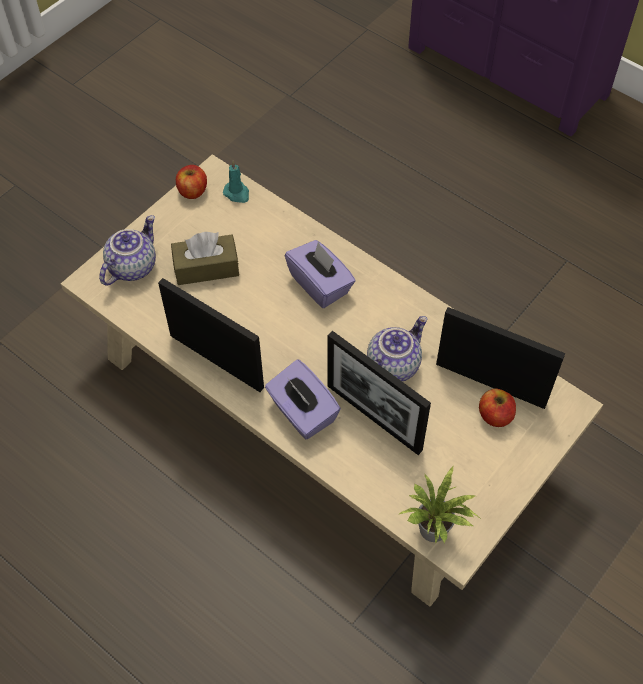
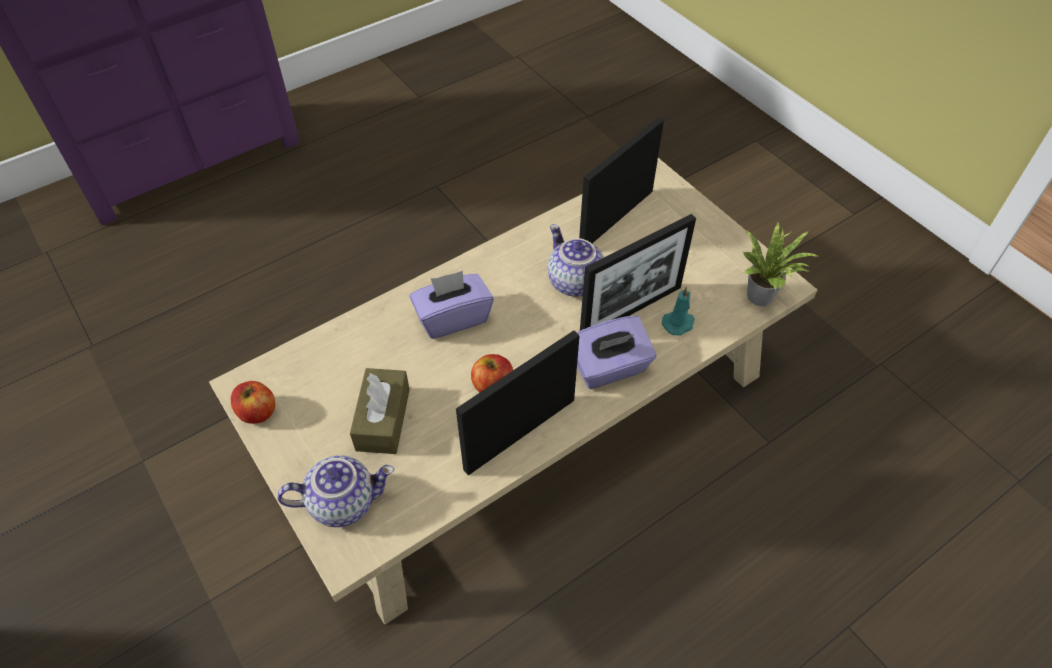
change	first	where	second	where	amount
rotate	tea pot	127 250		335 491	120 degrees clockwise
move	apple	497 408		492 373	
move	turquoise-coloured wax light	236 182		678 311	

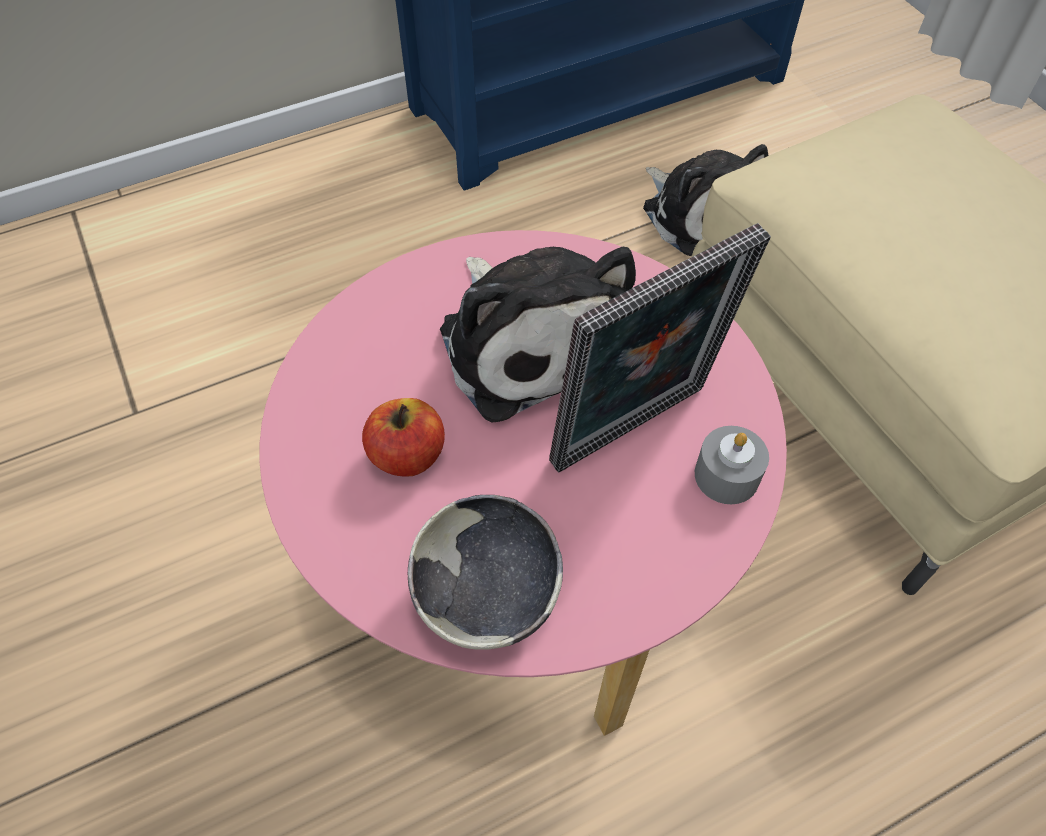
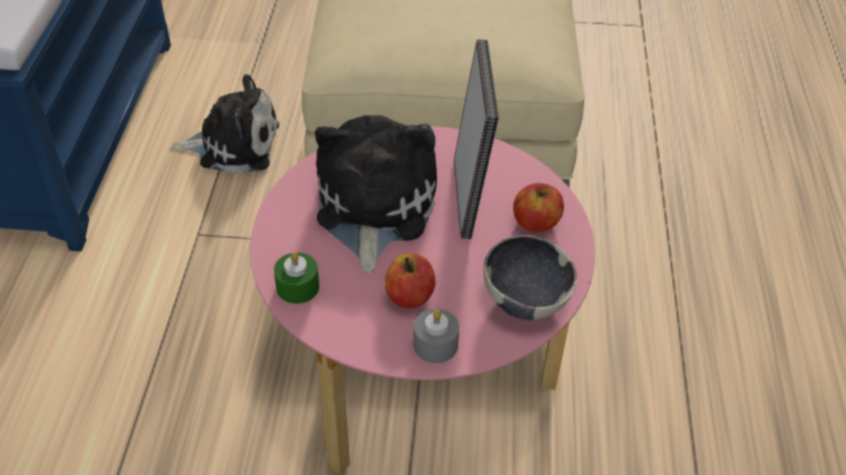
change	first	where	second	where	amount
insert			greenish wax light	296 278	
rotate	plush toy	538 334		376 194	90 degrees counterclockwise
move	gray wax light	732 465		436 336	
insert			apple	538 207	

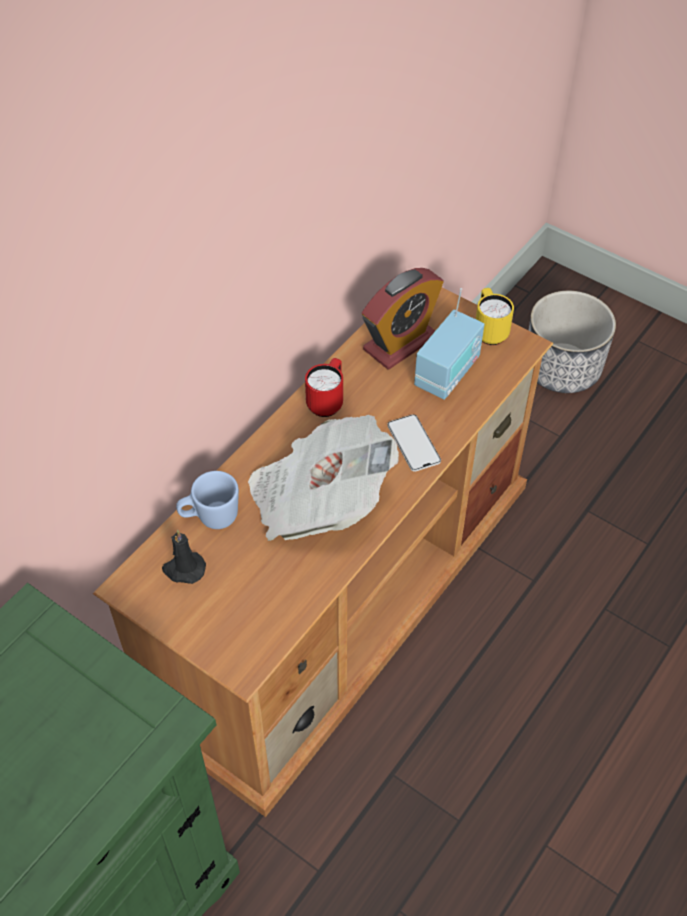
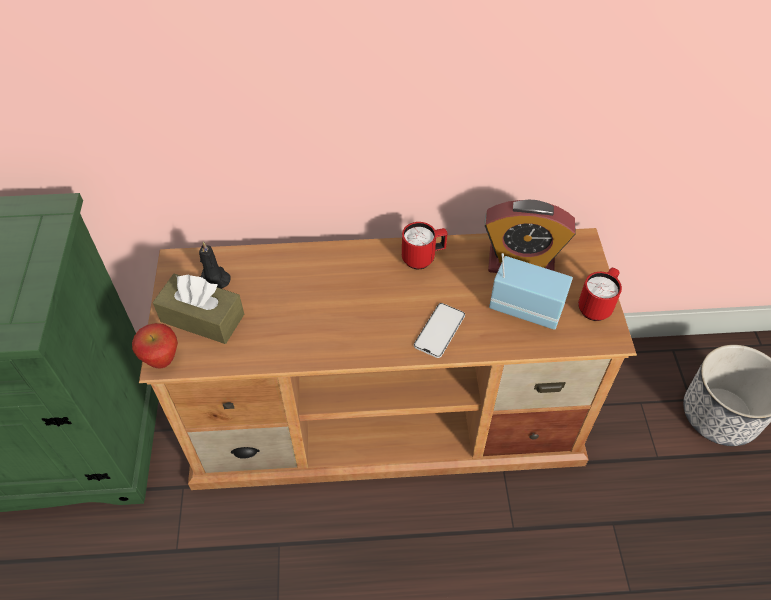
change	first	where	second	where	amount
insert			apple	155 346	
insert			brown tissue holder	198 309	
rotate	radio	449 344		531 291	150 degrees counterclockwise
recolor	yellow tea mug	495 316	reddish tea mug	600 294	
delete	blue-coloured tea mug	207 500			
delete	newspaper	323 478			

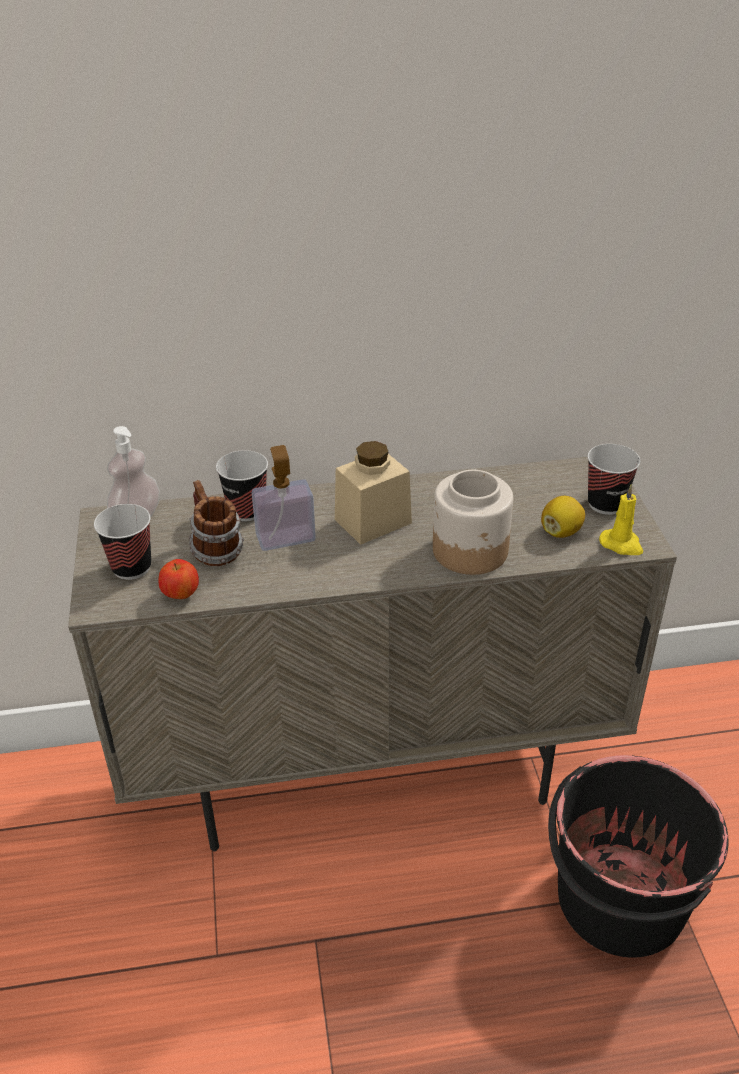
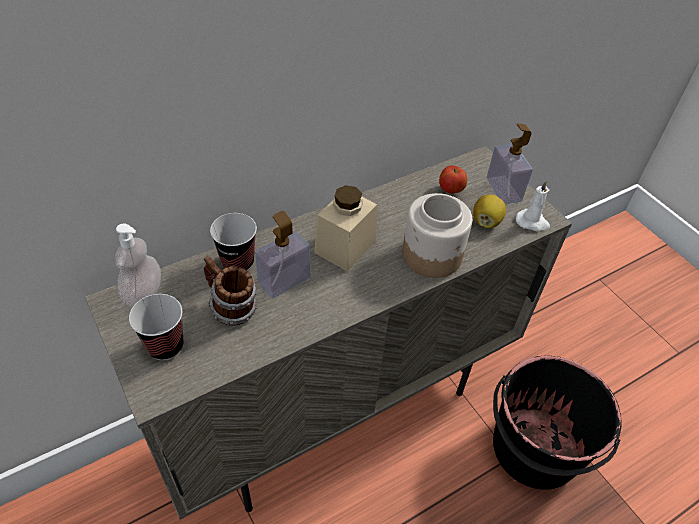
change	first	where	second	where	amount
move	apple	179 579		453 179	
replace	drinking cup	614 479	soap dispenser	510 163	
recolor	yellow wax light	621 519	white wax light	533 205	

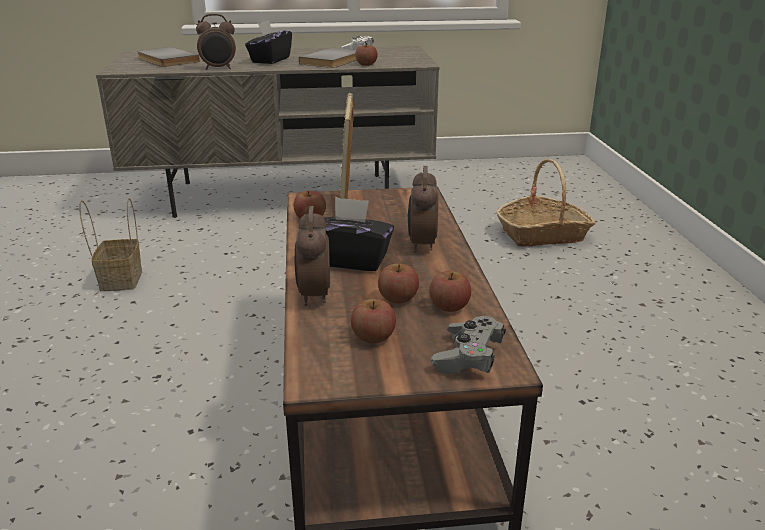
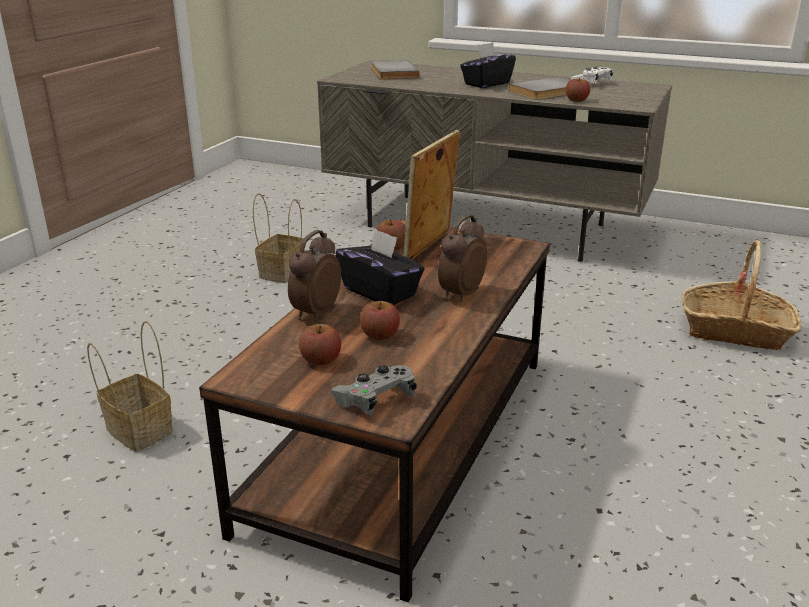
change	first	where	second	where	amount
insert			storage basket	130 386	
delete	table clock	216 42			
delete	apple	450 291			

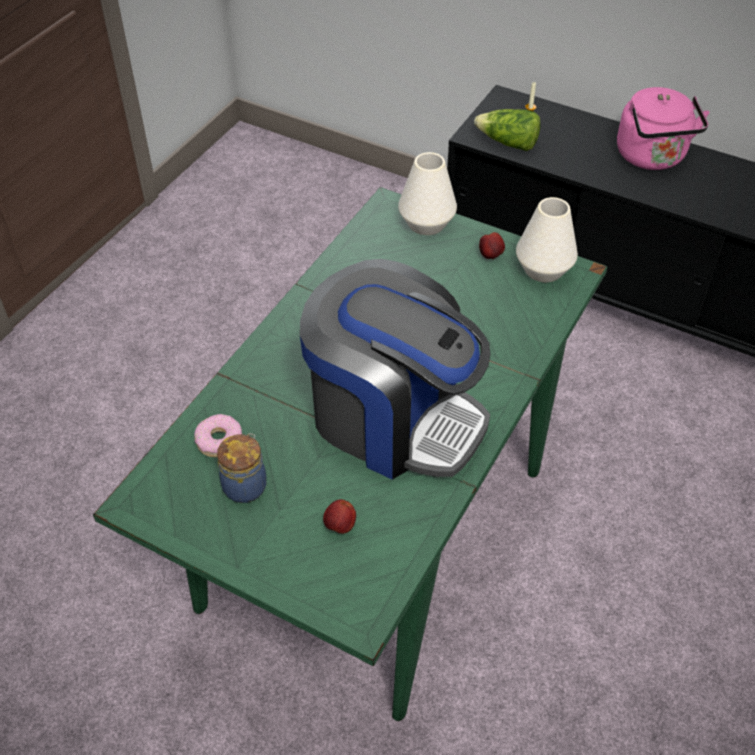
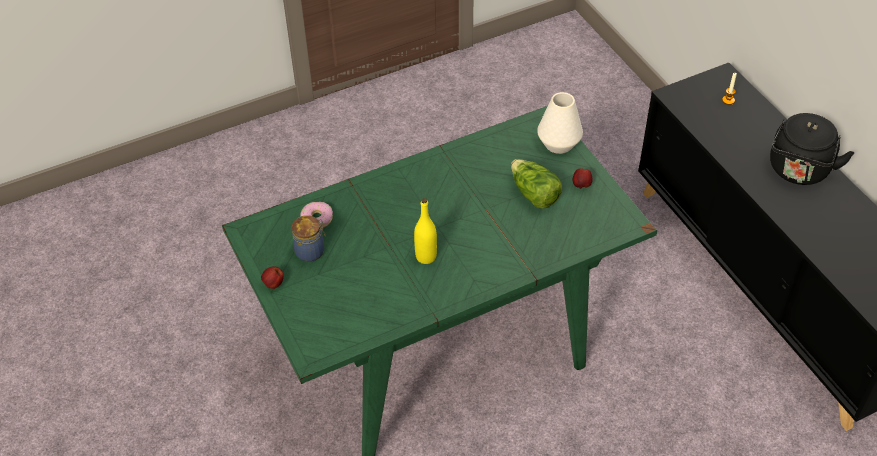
change	first	where	second	where	amount
move	apple	339 516		272 277	
replace	coffee machine	395 369	yellow drink bottle	425 231	
move	head of lettuce	507 130		536 184	
recolor	pink water kettle	663 128	black-coloured water kettle	812 149	
delete	white flower vase	547 239			

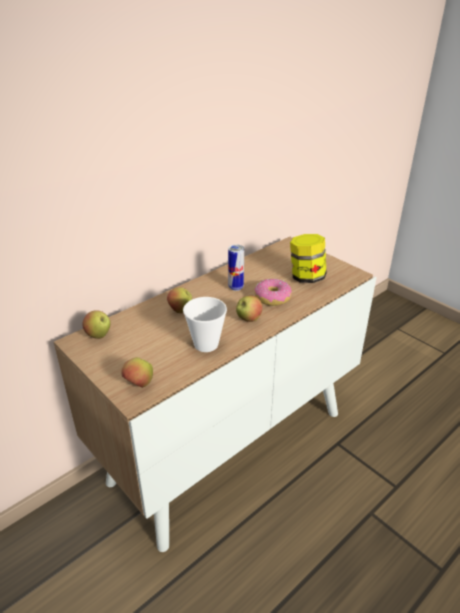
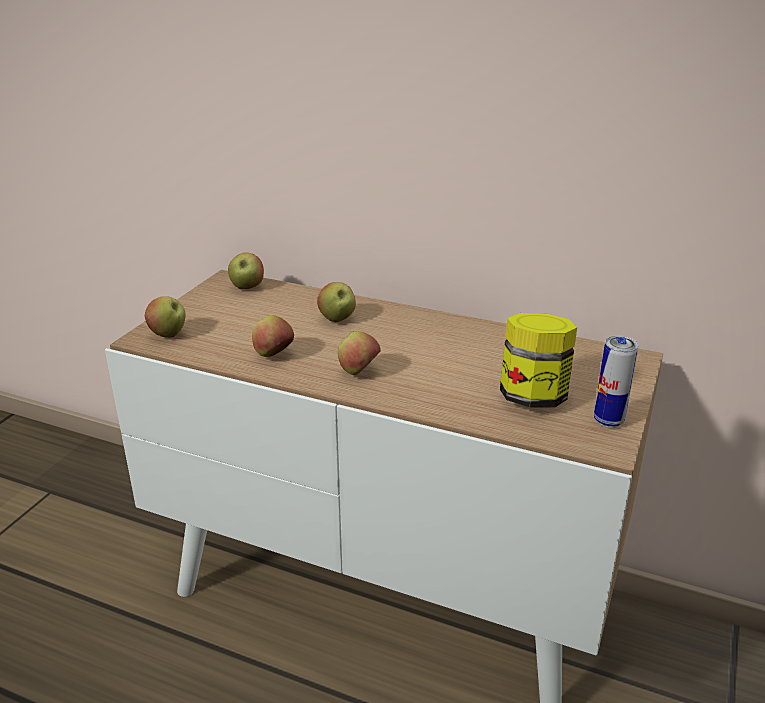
change	first	where	second	where	amount
replace	drinking cup	205 324	apple	273 336	
move	metal can	236 267		616 382	
delete	doughnut	273 292			

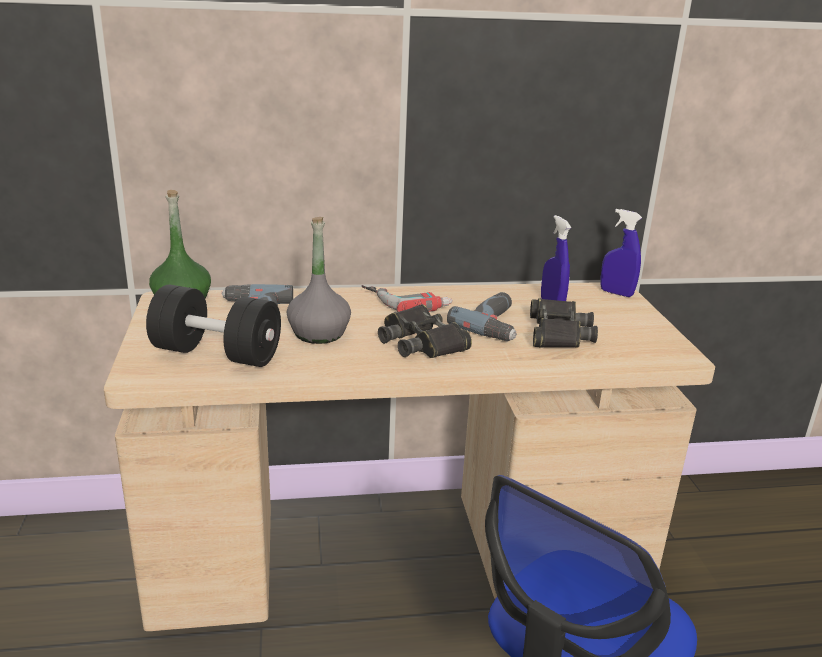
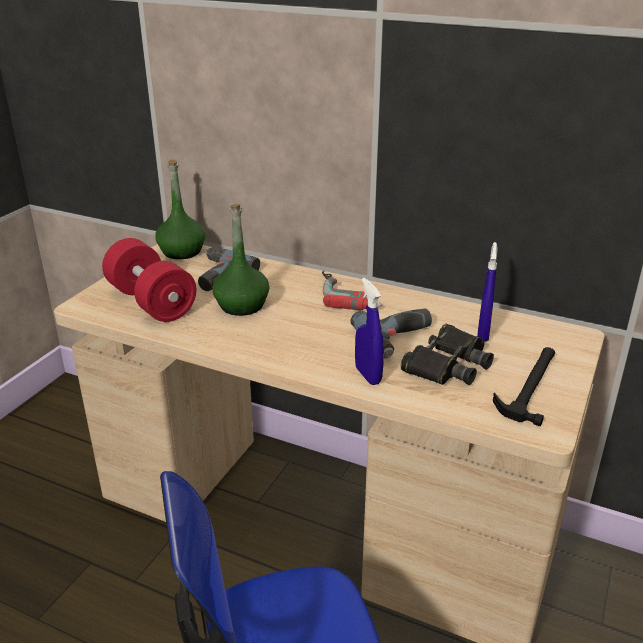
change	first	where	second	where	amount
recolor	black-coloured dumbbell	213 326	reddish dumbbell	149 280	
recolor	gray drink bottle	319 280	greenish drink bottle	241 260	
move	blue-coloured spray bottle	621 253		369 331	
insert			hammer	524 386	
delete	black-coloured field glasses	425 331			

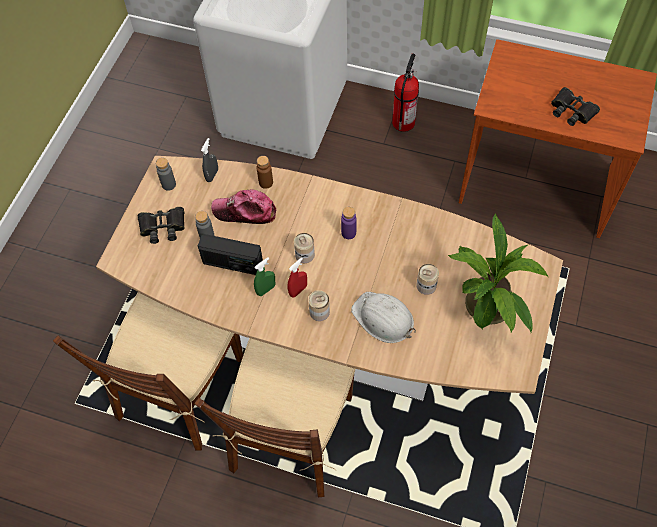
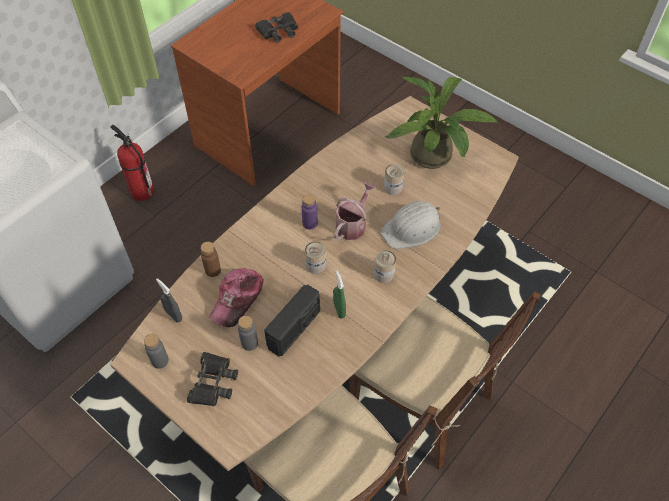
change	first	where	second	where	amount
insert			watering can	355 211	
delete	reddish spray bottle	297 277			

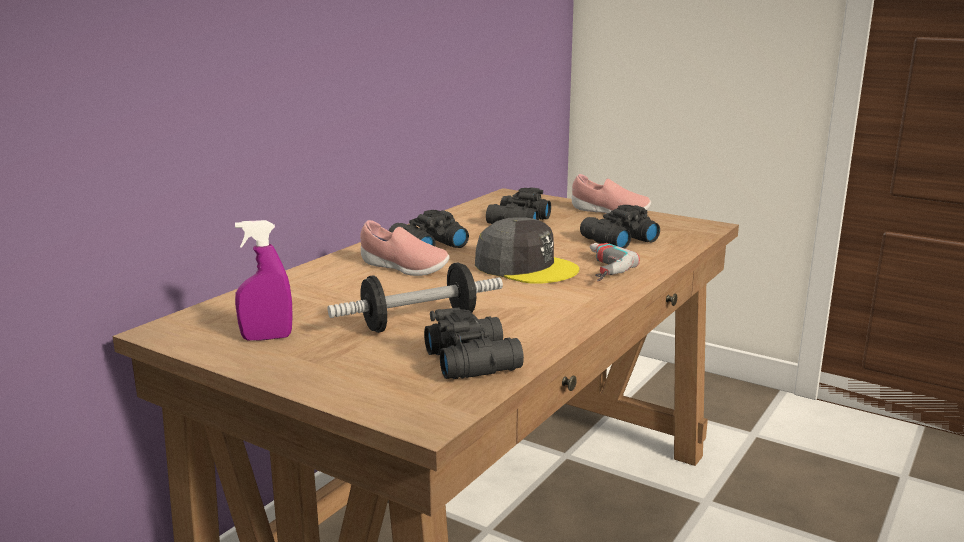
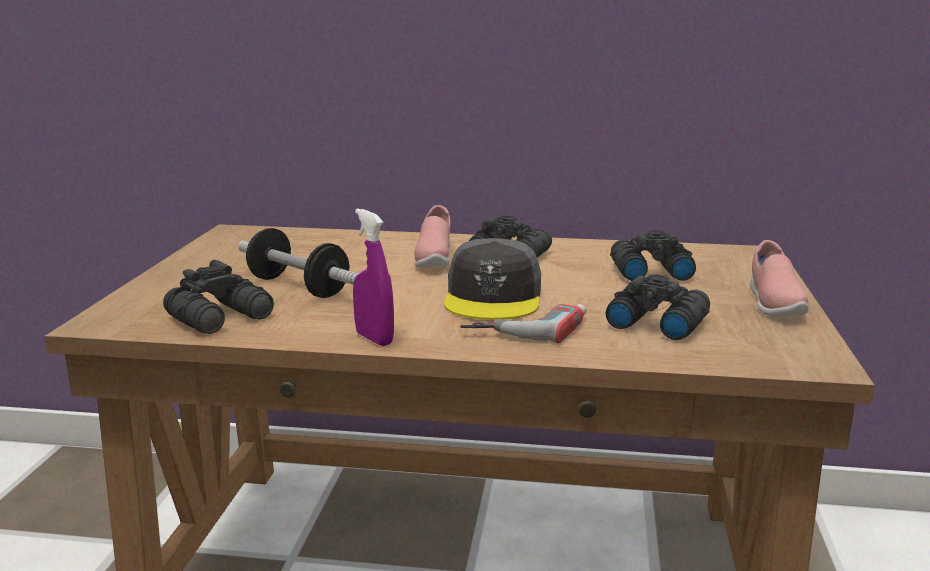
change	first	where	second	where	amount
move	purple-coloured spray bottle	264 280		373 277	

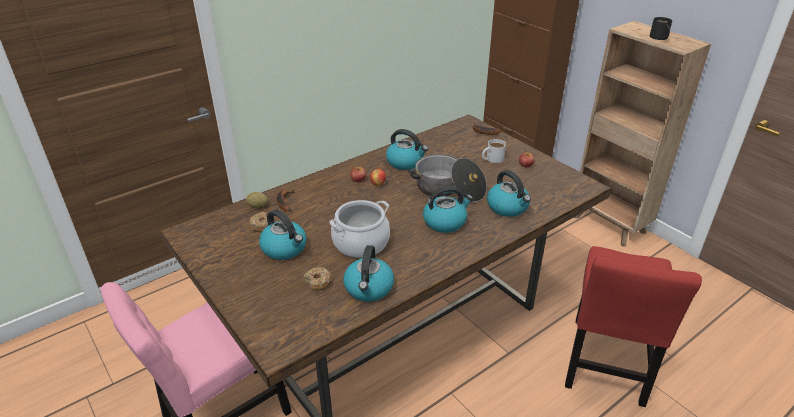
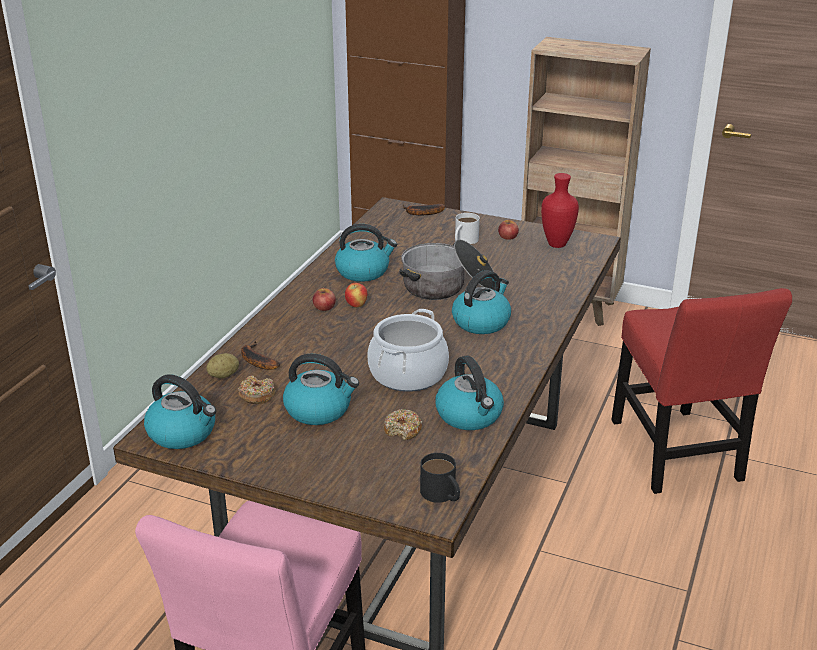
change	first	where	second	where	amount
move	water kettle	509 193		180 411	
move	black-coloured tea mug	661 28		440 478	
insert			reddish flower vase	560 210	

